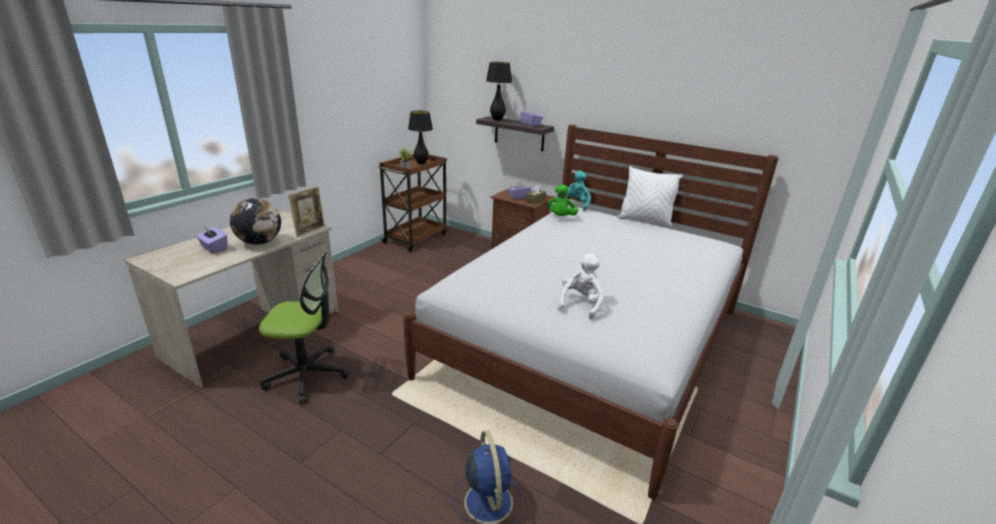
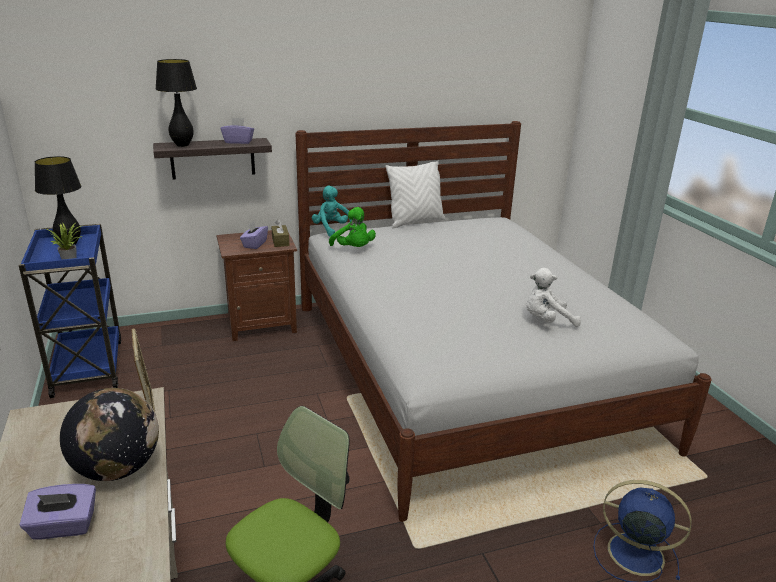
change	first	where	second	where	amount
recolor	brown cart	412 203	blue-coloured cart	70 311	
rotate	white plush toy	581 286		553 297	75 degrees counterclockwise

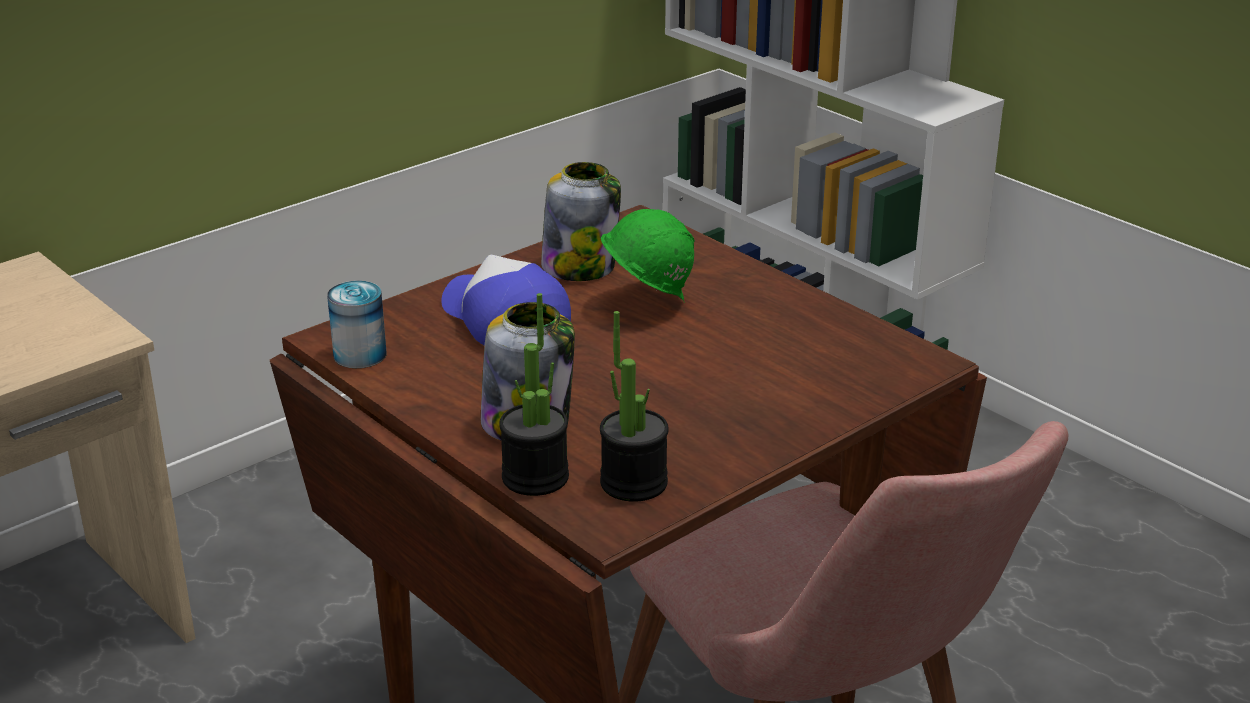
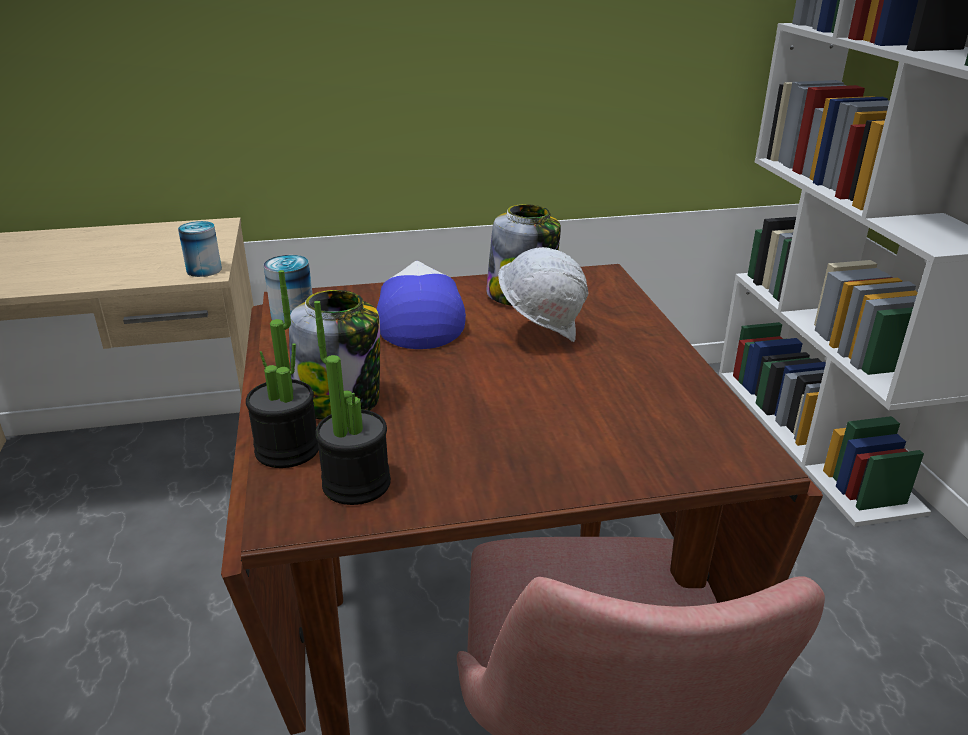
change	first	where	second	where	amount
insert			metal can	200 249	
recolor	greenish safety helmet	648 256	white safety helmet	543 294	

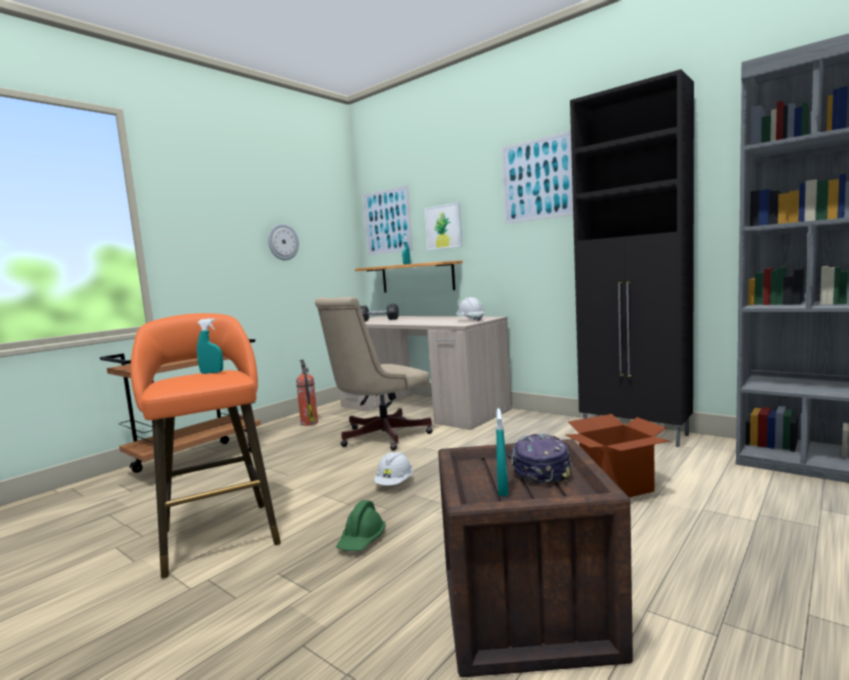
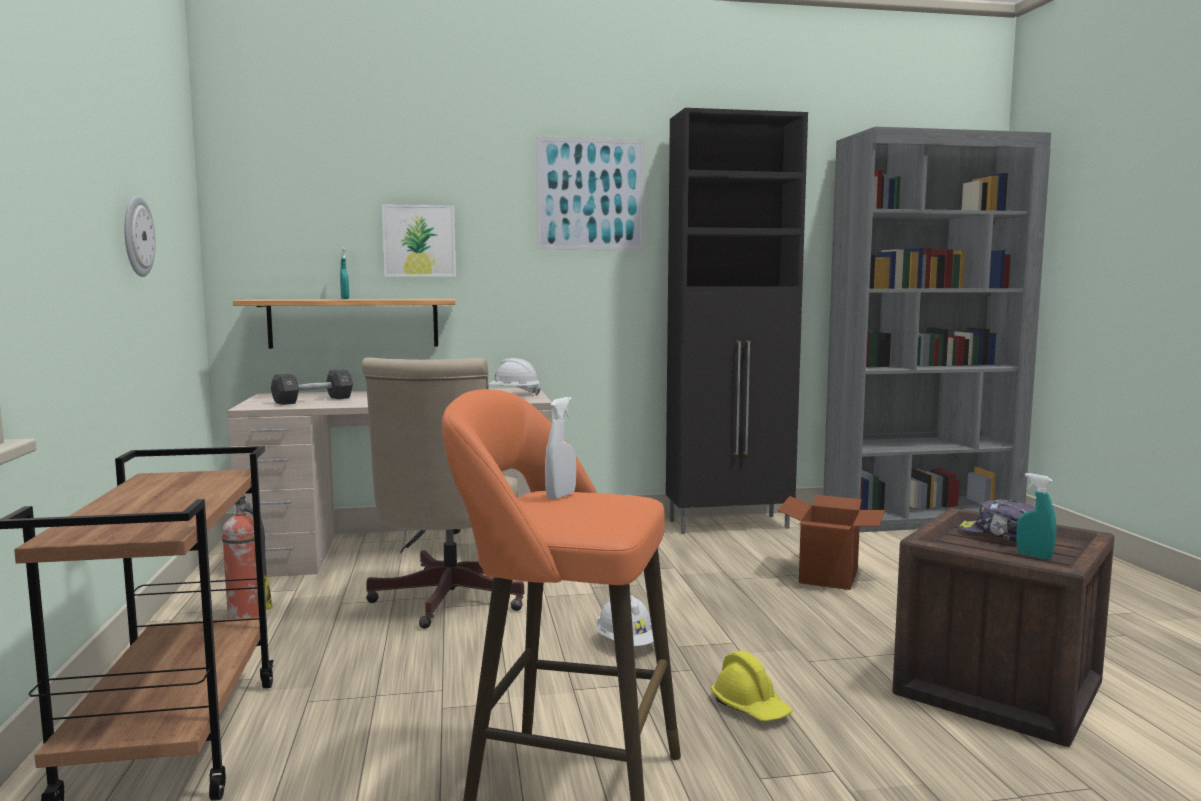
change	first	where	second	where	amount
recolor	turquoise-coloured spray bottle	210 346	white spray bottle	560 448	
recolor	greenish safety helmet	361 525	yellow safety helmet	751 686	
delete	wall picture	388 220			

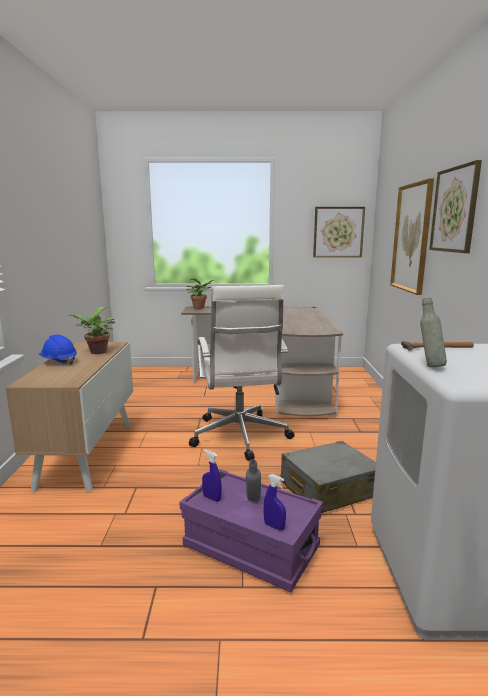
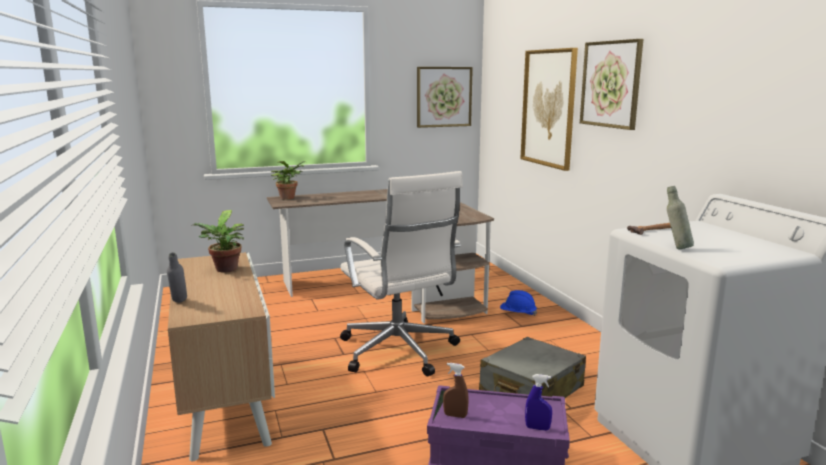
change	first	where	second	where	amount
move	gray drink bottle	253 480		177 278	
recolor	blue-coloured spray bottle	212 475	brown spray bottle	456 390	
move	blue-coloured safety helmet	58 350		518 303	

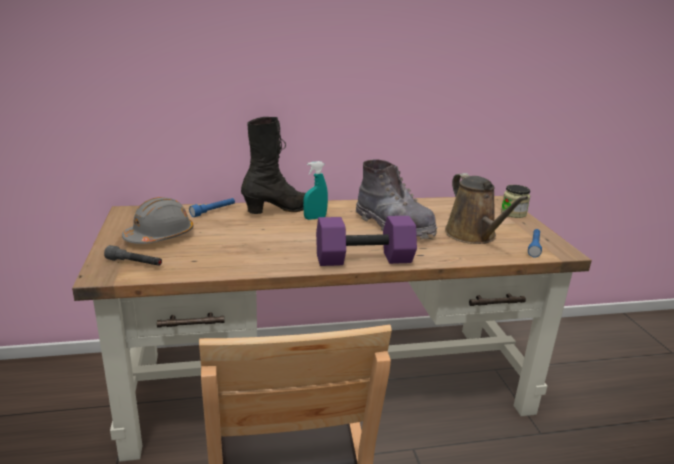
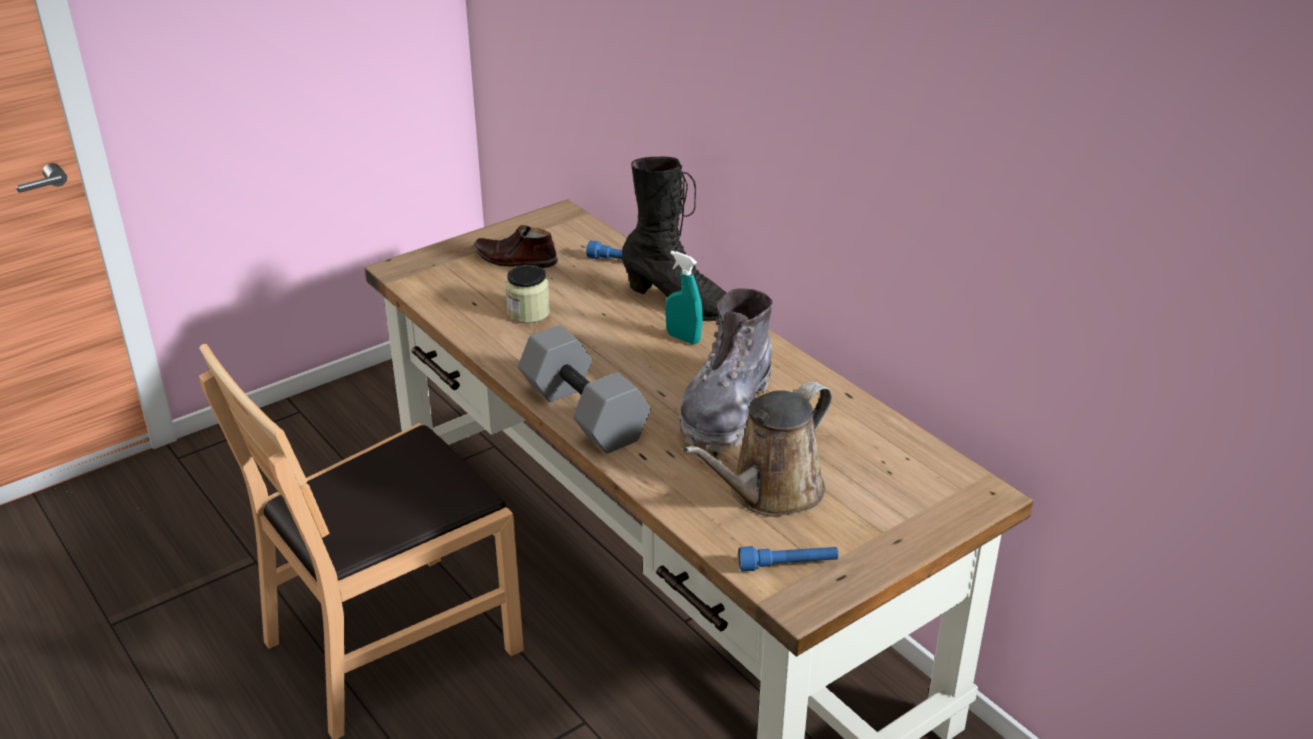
change	first	where	second	where	amount
replace	gray safety helmet	158 220	brown item of footwear	515 246	
move	storage jar	515 201		528 294	
recolor	purple-coloured dumbbell	366 241	gray dumbbell	584 389	
delete	gray torch	133 255			

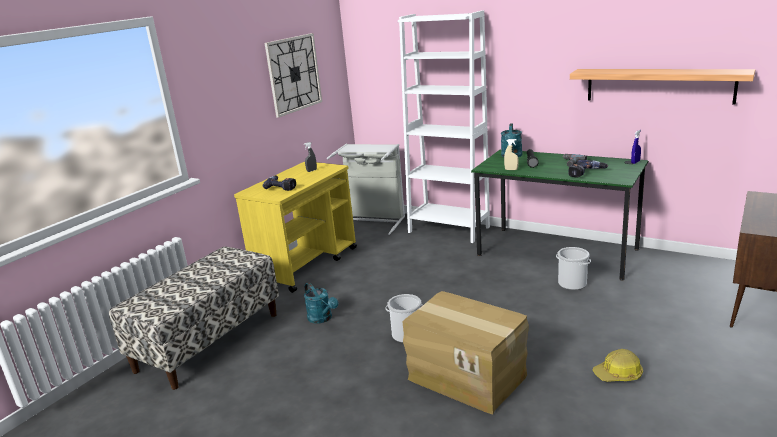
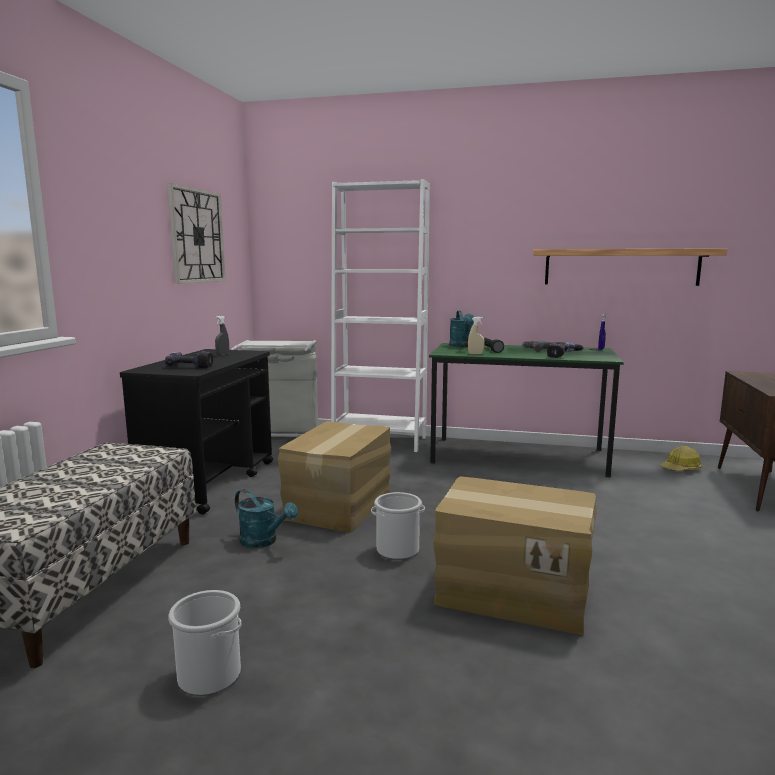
change	first	where	second	where	amount
recolor	yellow cart	295 227	black-coloured cart	196 432	
move	water bucket	573 268		205 643	
insert			carton	334 476	
move	safety helmet	618 365		681 458	

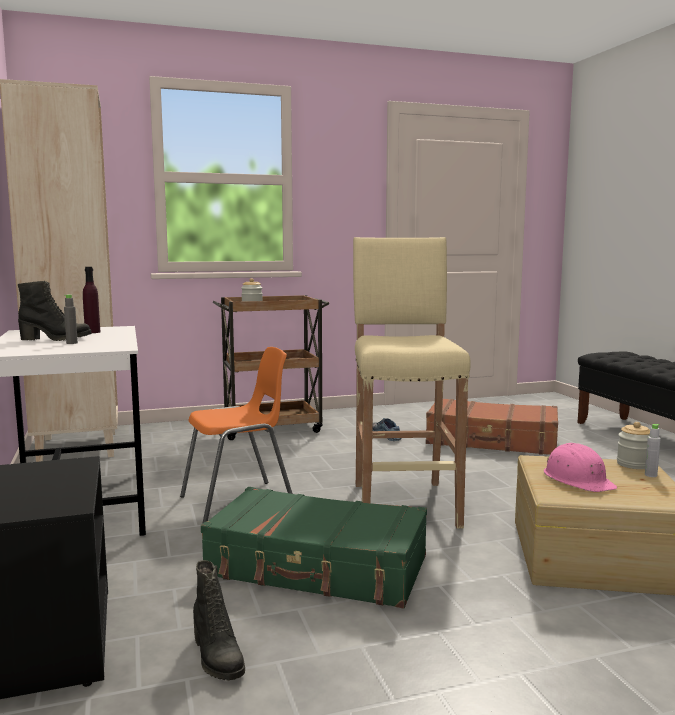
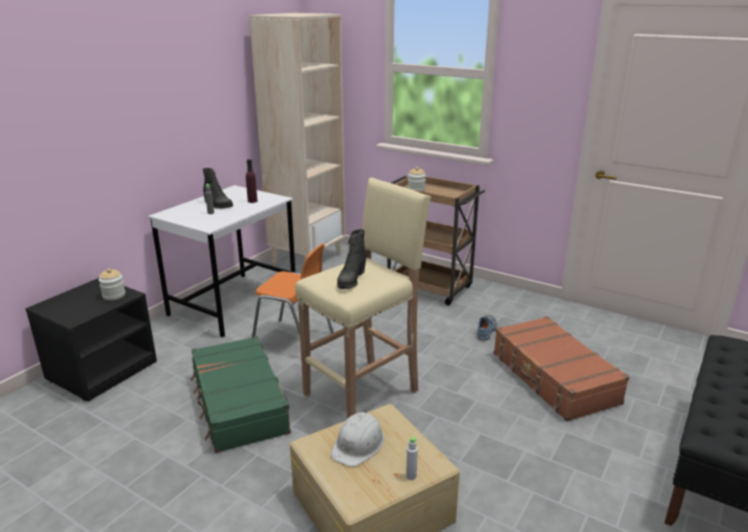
change	first	where	second	where	amount
move	storage jar	633 445		112 284	
recolor	pink safety helmet	580 467	white safety helmet	357 439	
move	black-coloured high-top boot	219 620		351 259	

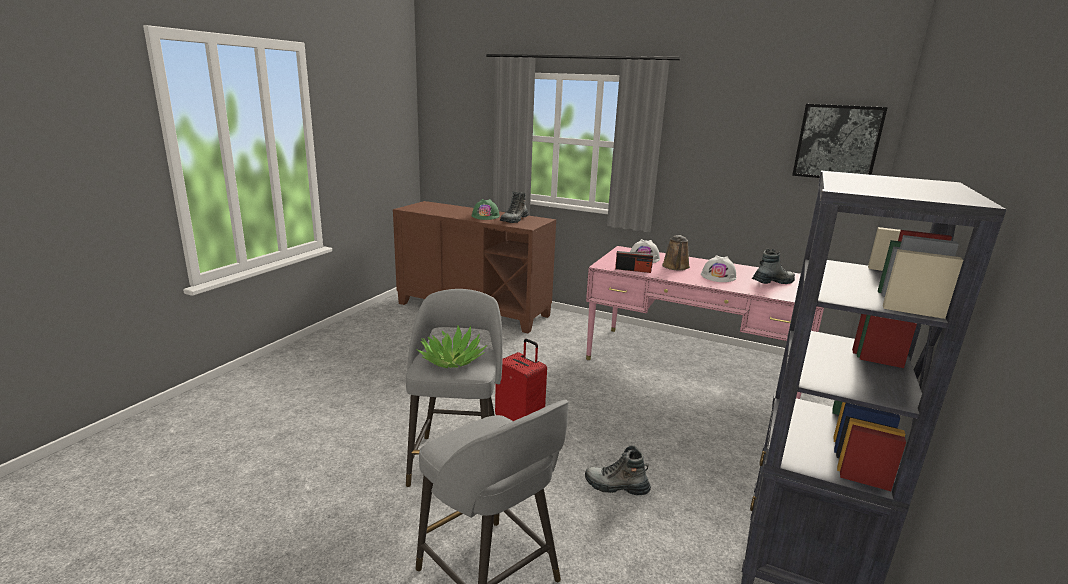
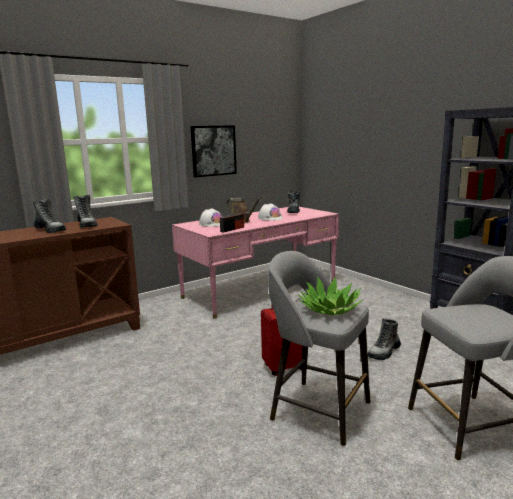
change	first	where	second	where	amount
replace	greenish safety helmet	485 209	high-top boot	49 216	
move	wall picture	840 141		213 151	

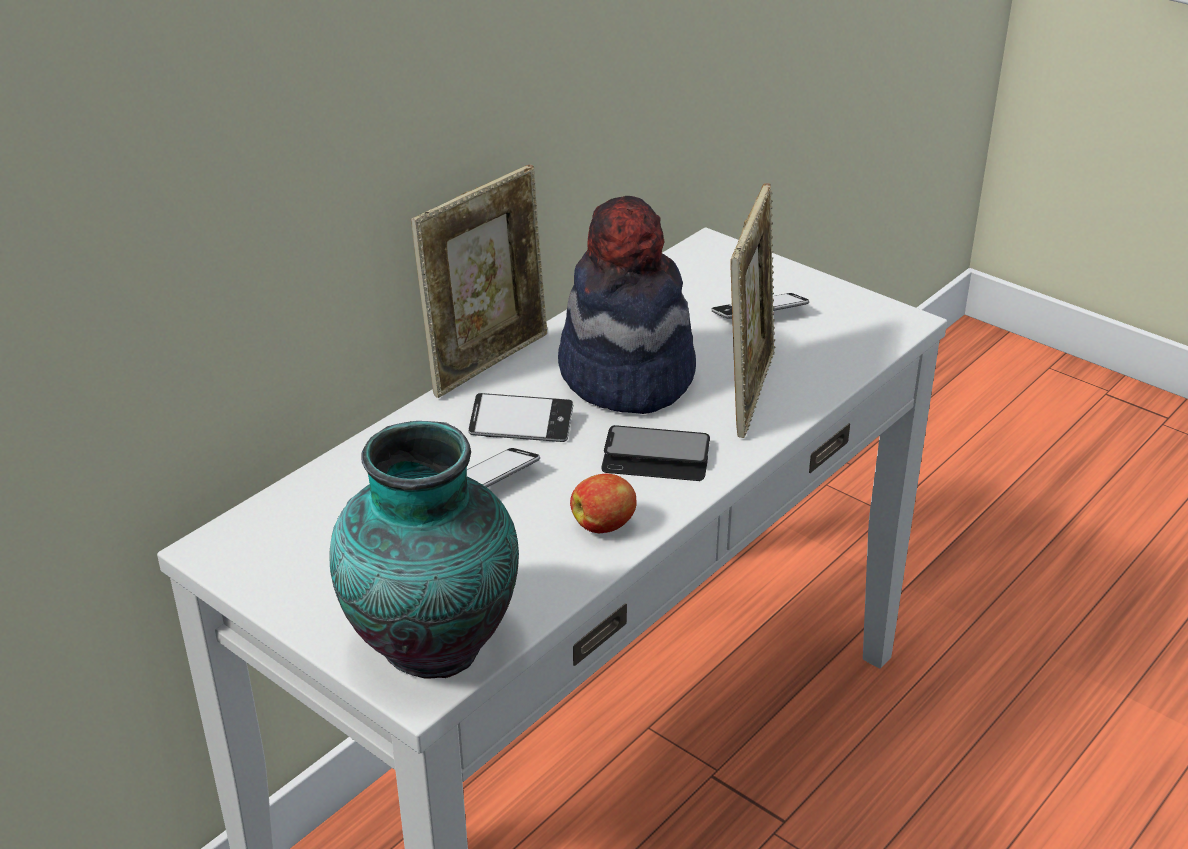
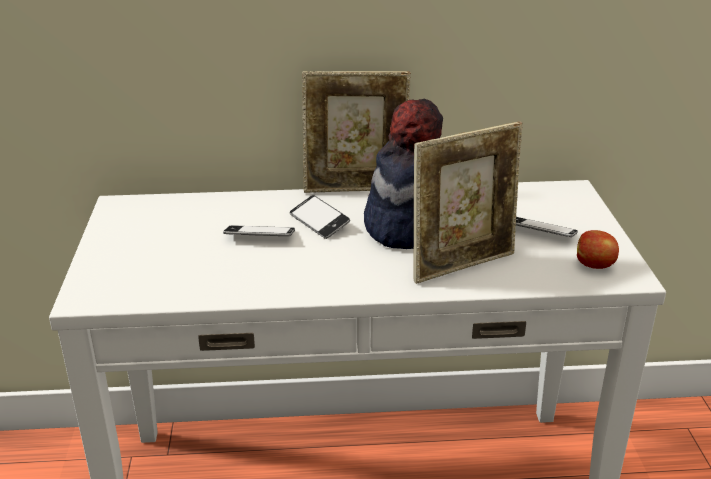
change	first	where	second	where	amount
move	apple	603 503		598 249	
delete	flower vase	424 549			
delete	handset	655 453			

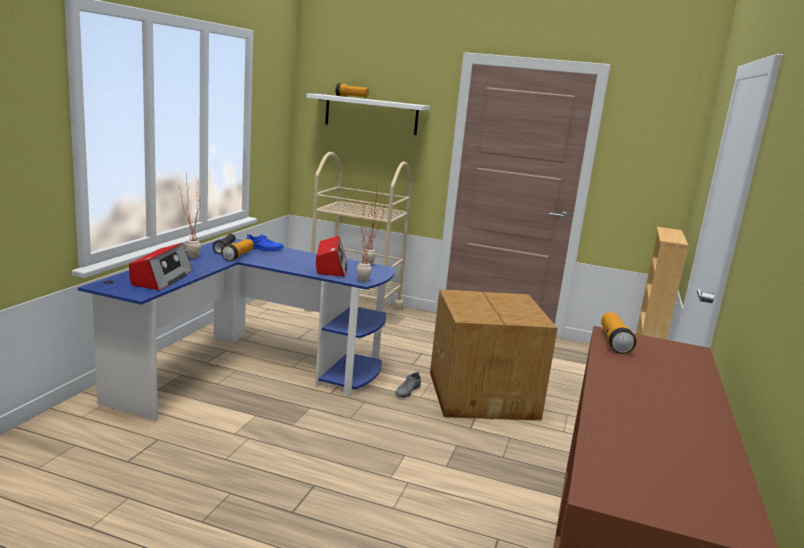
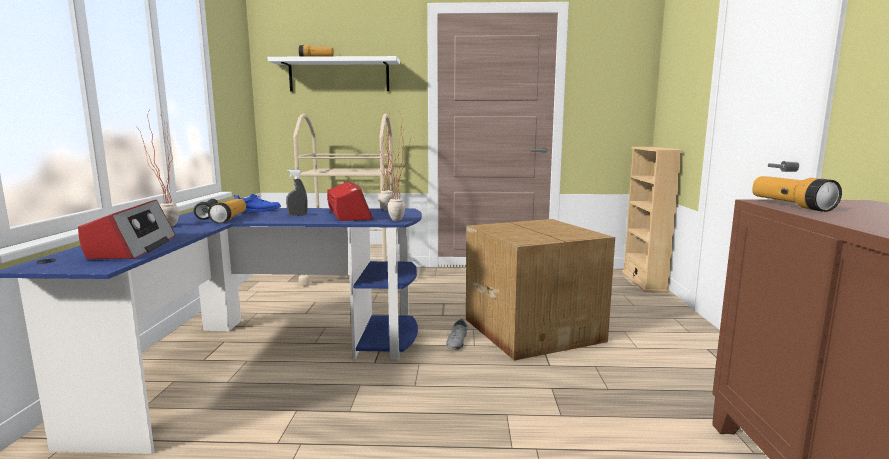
change	first	where	second	where	amount
insert			gray spray bottle	297 193	

